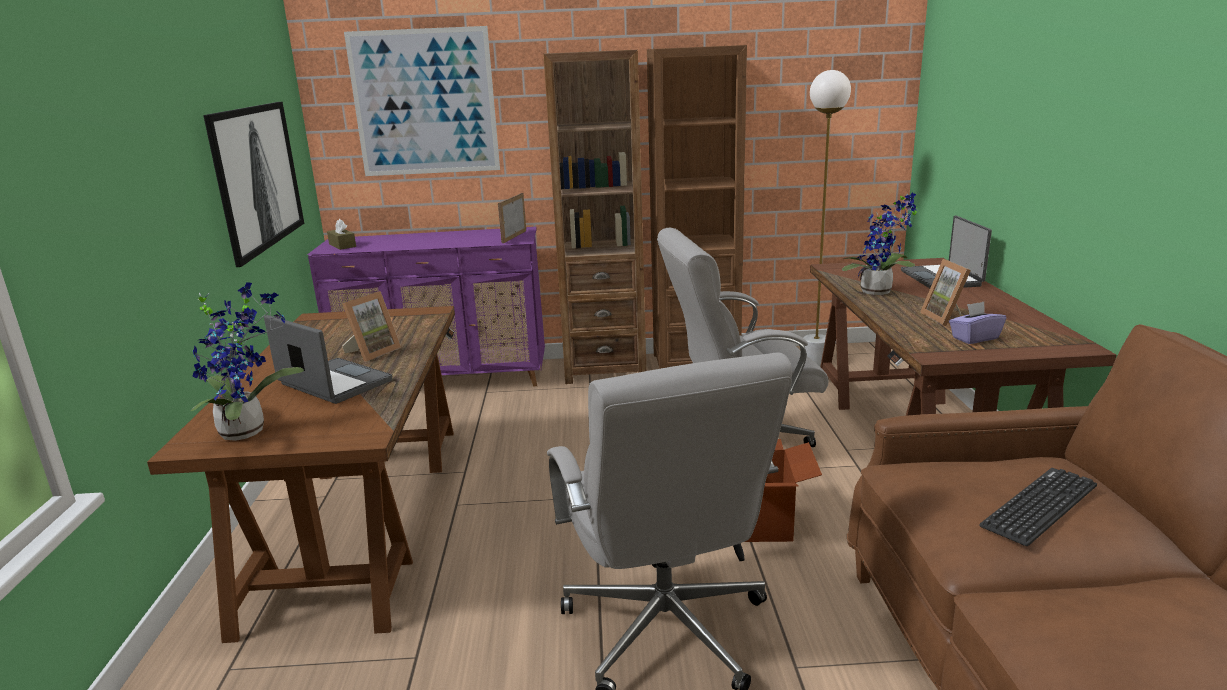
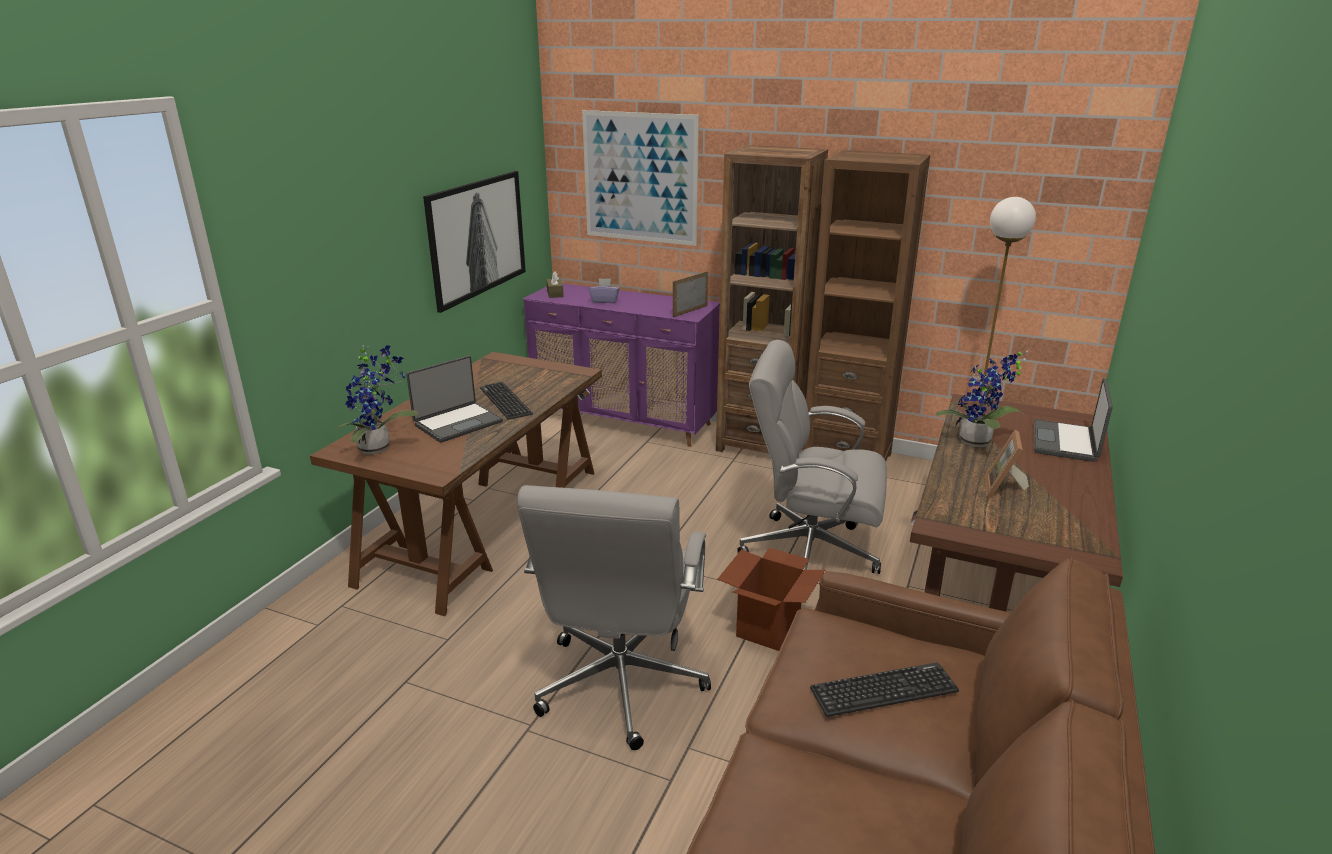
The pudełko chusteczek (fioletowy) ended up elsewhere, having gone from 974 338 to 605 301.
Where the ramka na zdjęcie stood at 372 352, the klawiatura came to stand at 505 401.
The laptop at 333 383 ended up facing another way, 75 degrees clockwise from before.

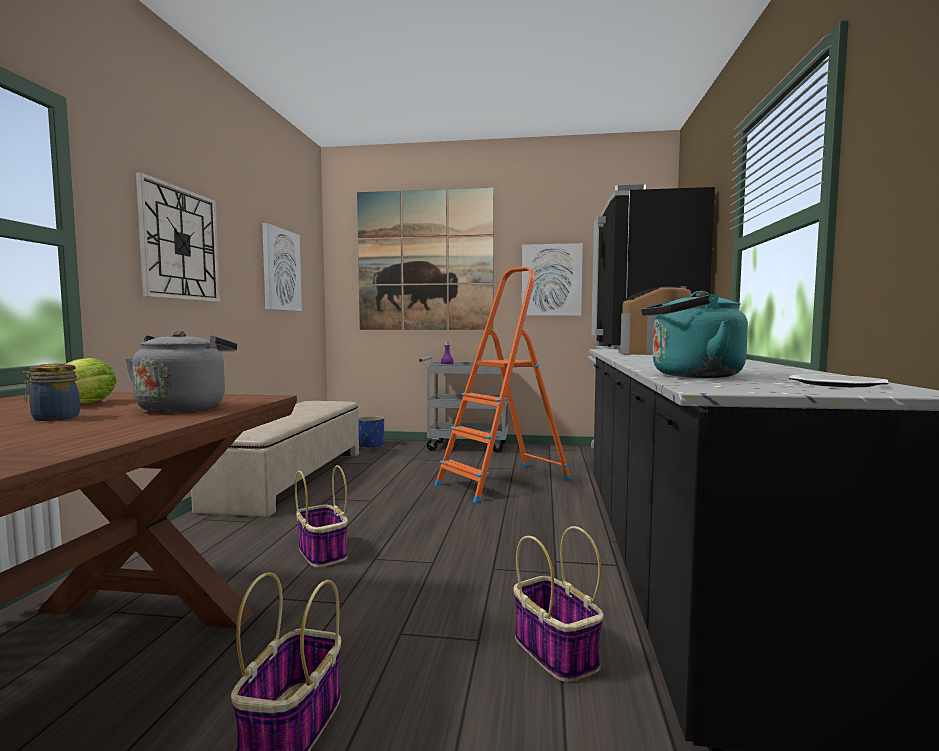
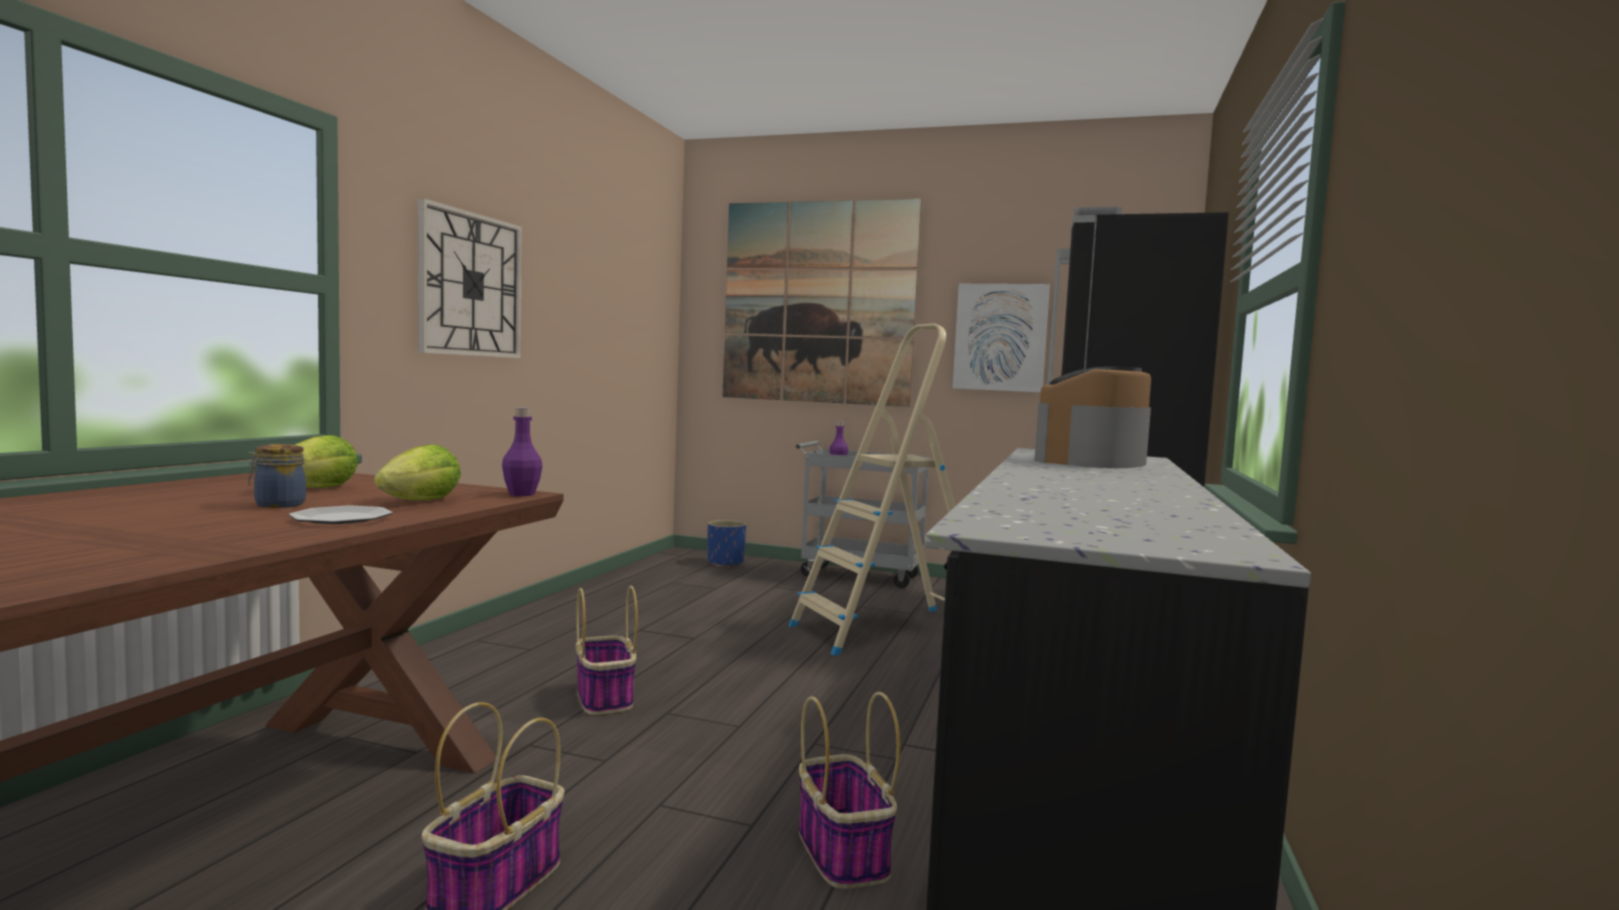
The second view lost the ławka (beżowy) at 291 478.
The second view lost the obraz at 281 270.
The second view lost the czajnik (turkusowy) at 690 376.
The second view gained the butelka (fioletowy) at 521 494.
The talerz ended up elsewhere, having gone from 837 384 to 342 519.
Where the czajnik (szary) stood at 184 408, the sałata came to stand at 421 502.
What was the drabinka (pomarańczowy) at 503 482 turned into the drabinka (beżowy) at 887 630.

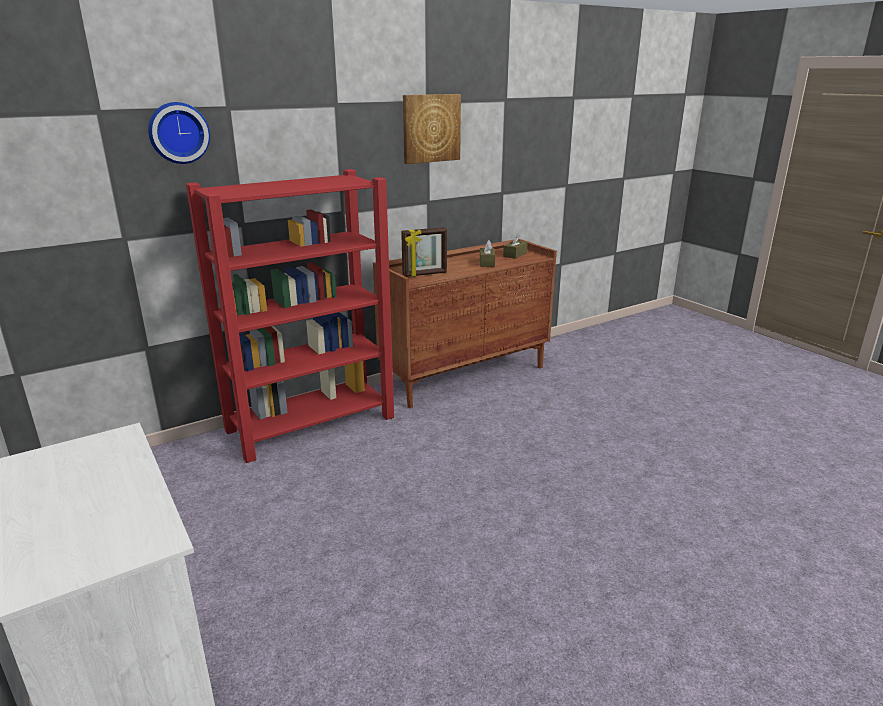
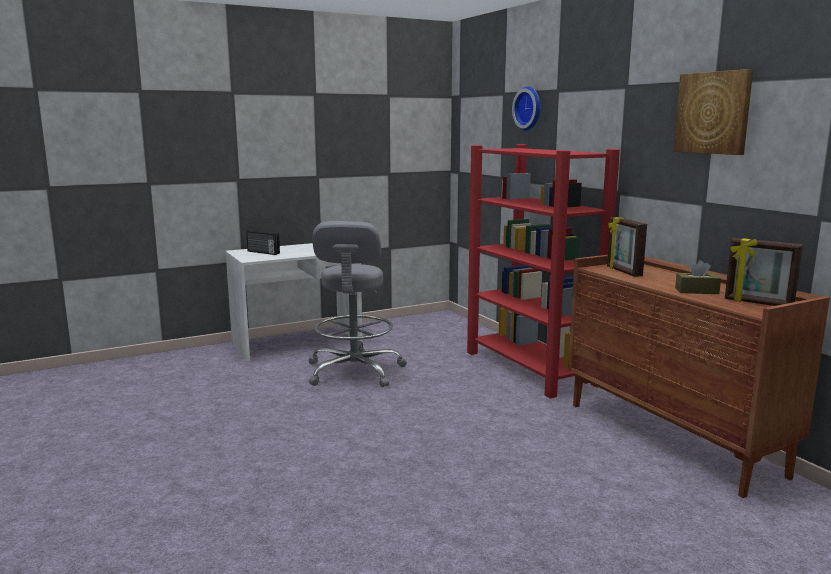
The second view gained the radio at 263 252.
The second view gained the stołek (szary) at 354 372.
Where the pudełko chusteczek (brązowy) stood at 515 254, the ramka na zdjęcie came to stand at 758 303.

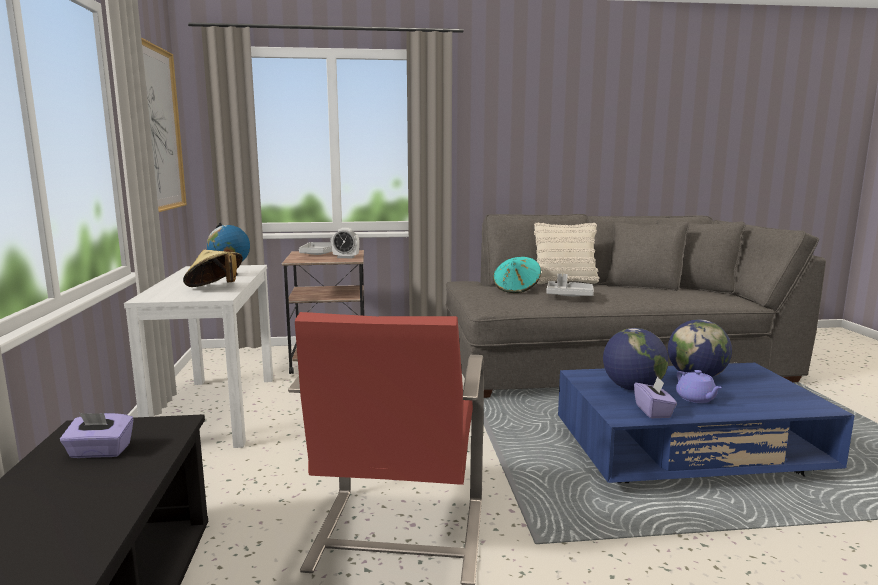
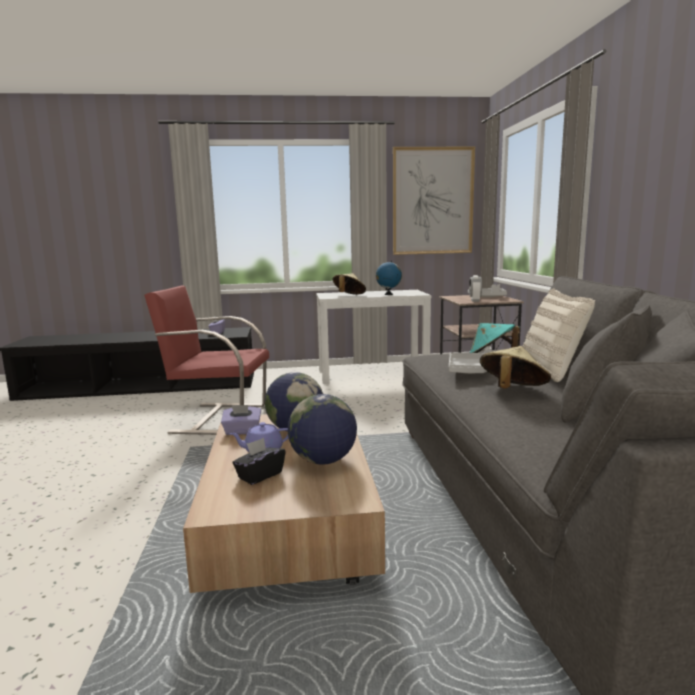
The second view gained the pudełko chusteczek (czarny) at 260 475.
The second view gained the kapelusz (beżowy) at 512 391.
What was the ława (niebieski) at 687 453 turned into the ława (brązowy) at 289 519.

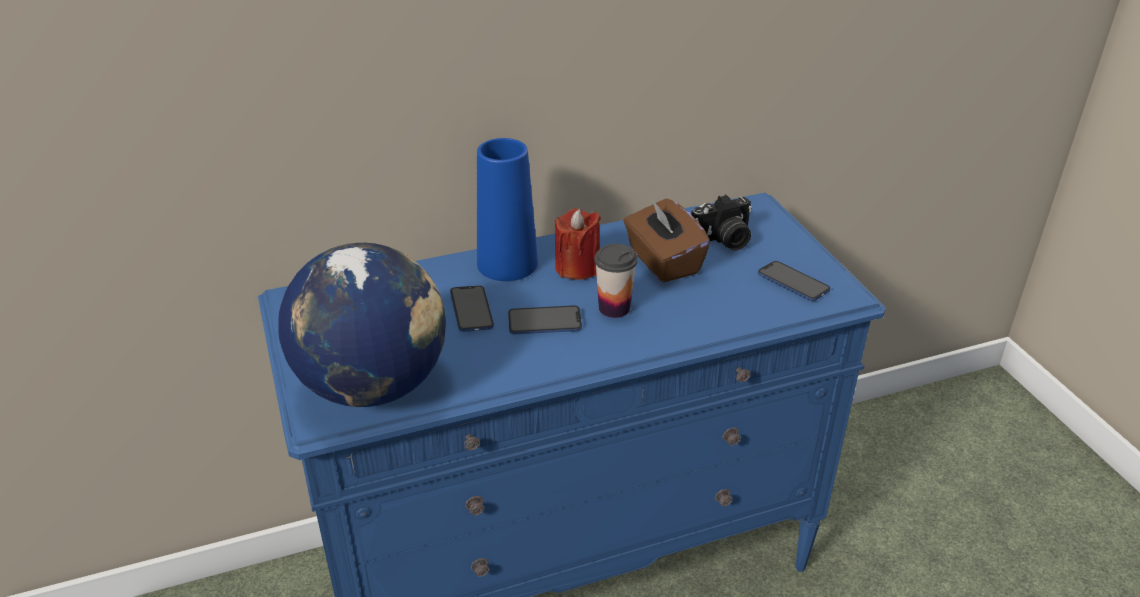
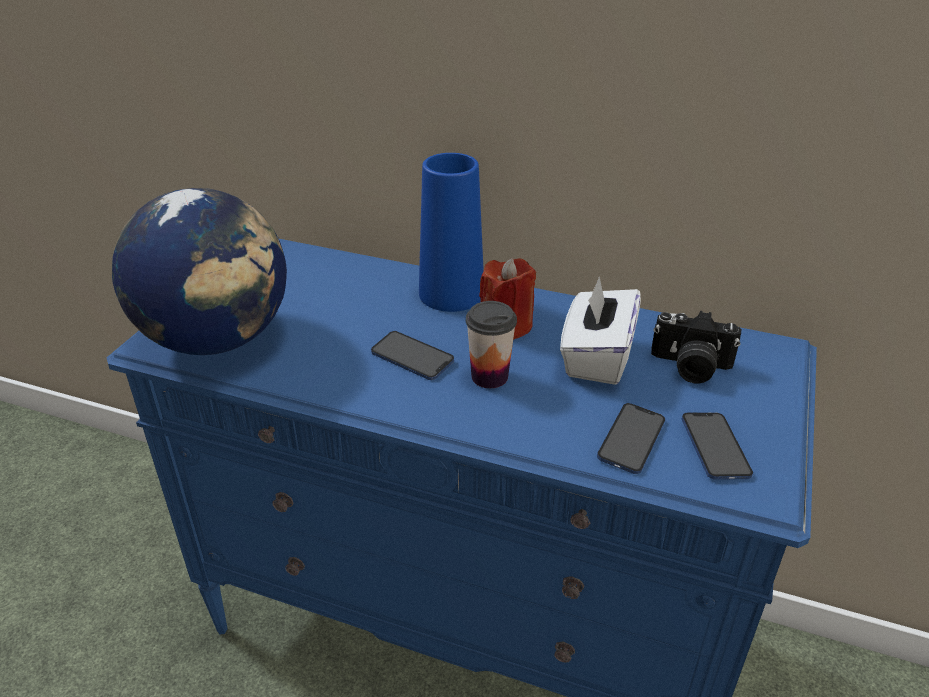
The telefon ended up elsewhere, having gone from 471 310 to 631 440.
What was the pudełko chusteczek (brązowy) at 663 262 turned into the pudełko chusteczek (biały) at 596 357.

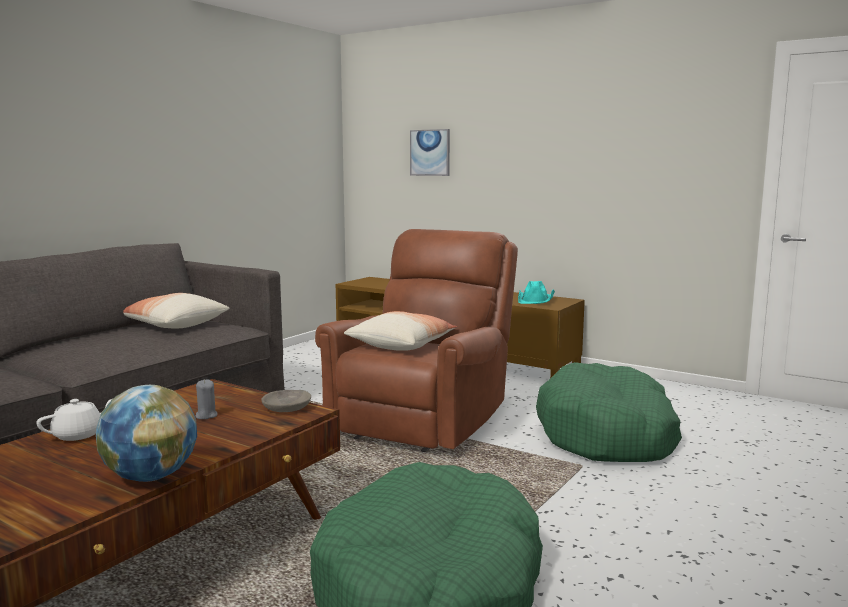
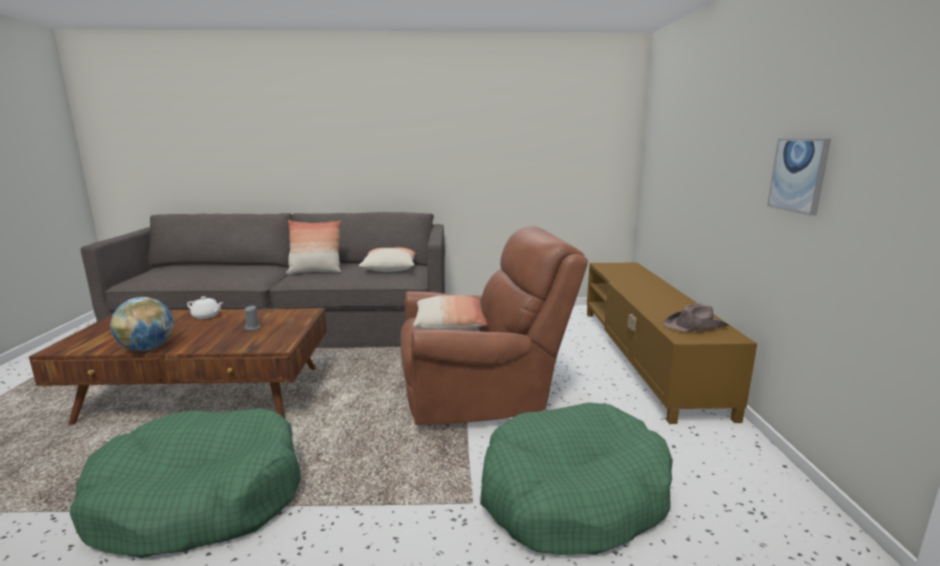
The second view lost the miska (szary) at 287 407.
The second view gained the poduszka at 315 272.
The obraz ended up elsewhere, having gone from 430 152 to 798 175.
What was the kapelusz (turkusowy) at 536 300 turned into the kapelusz (brązowy) at 696 326.

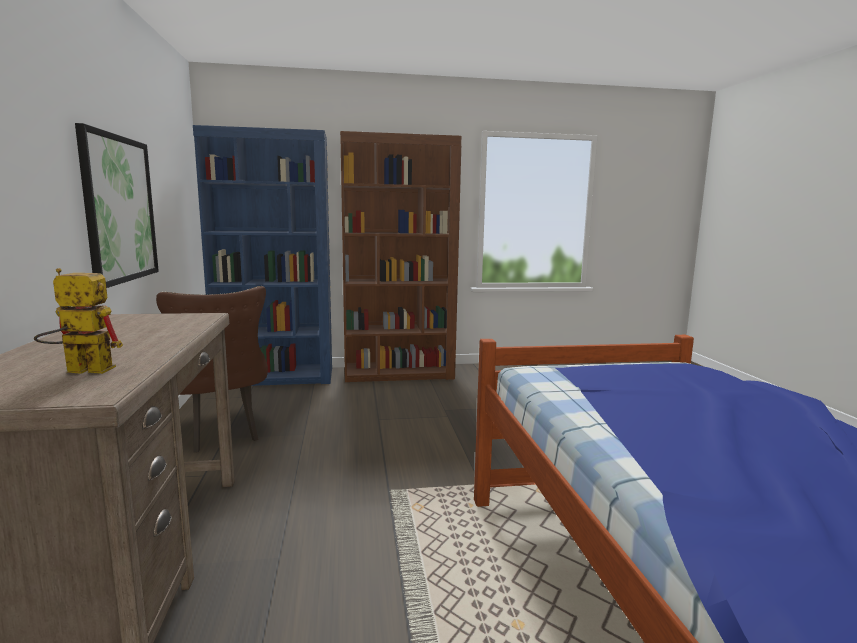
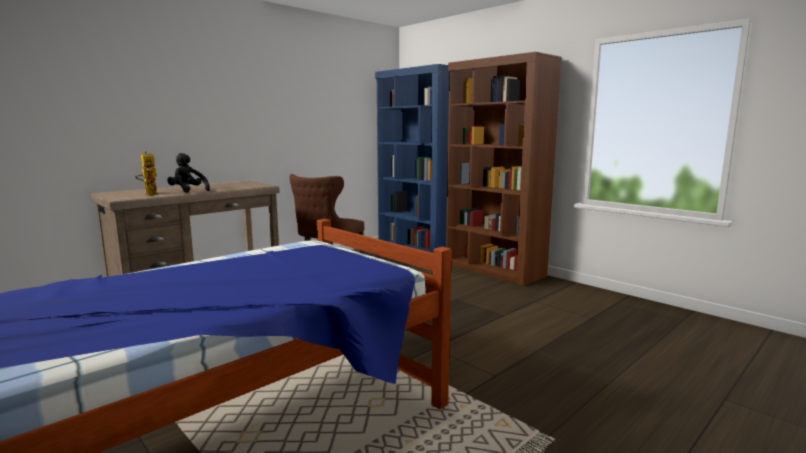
The second view lost the obraz at 119 209.
The second view gained the pluszak (czarny) at 188 191.

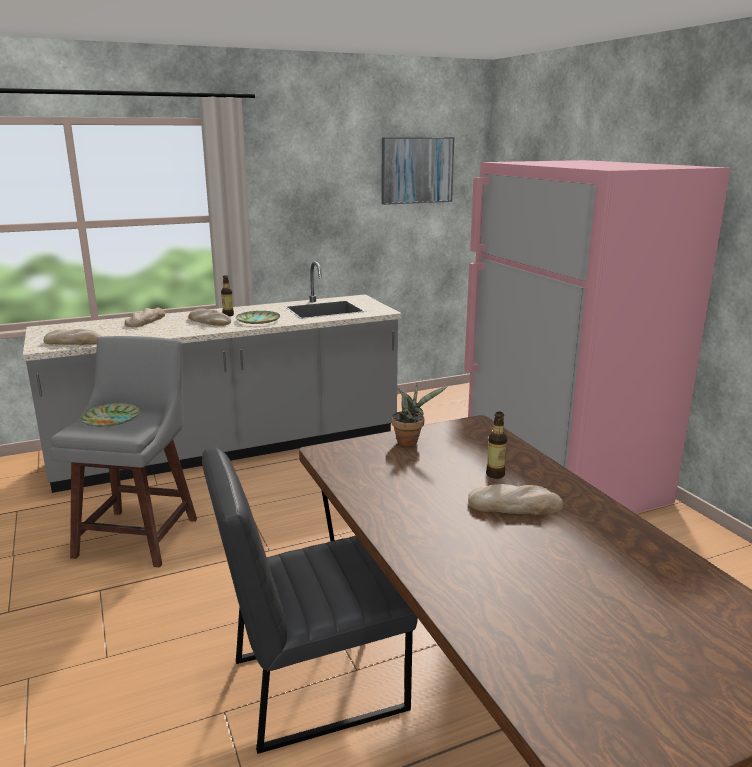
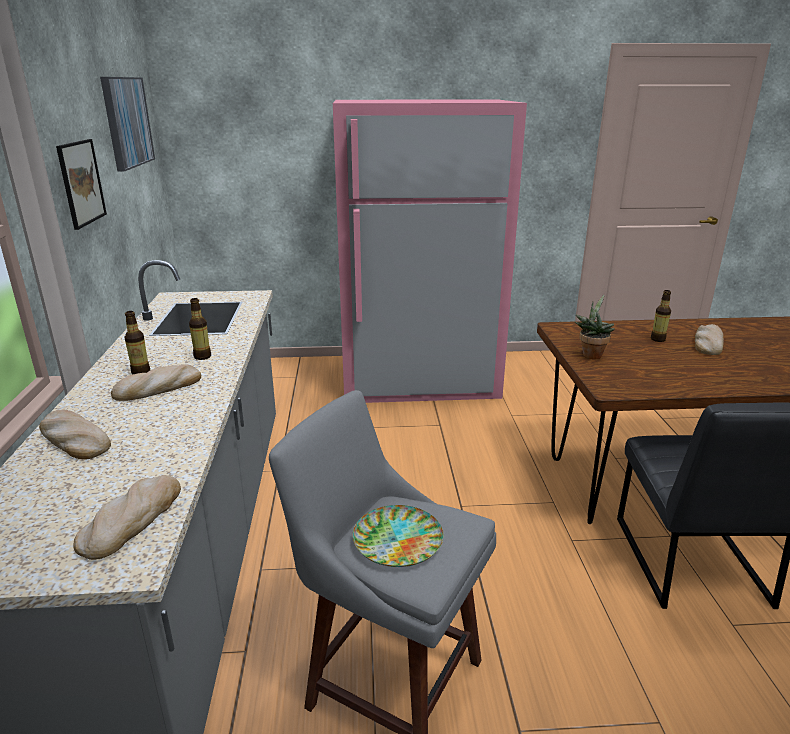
The second view gained the obraz at 81 183.
Where the talerz stood at 257 320, the butelka came to stand at 202 356.

